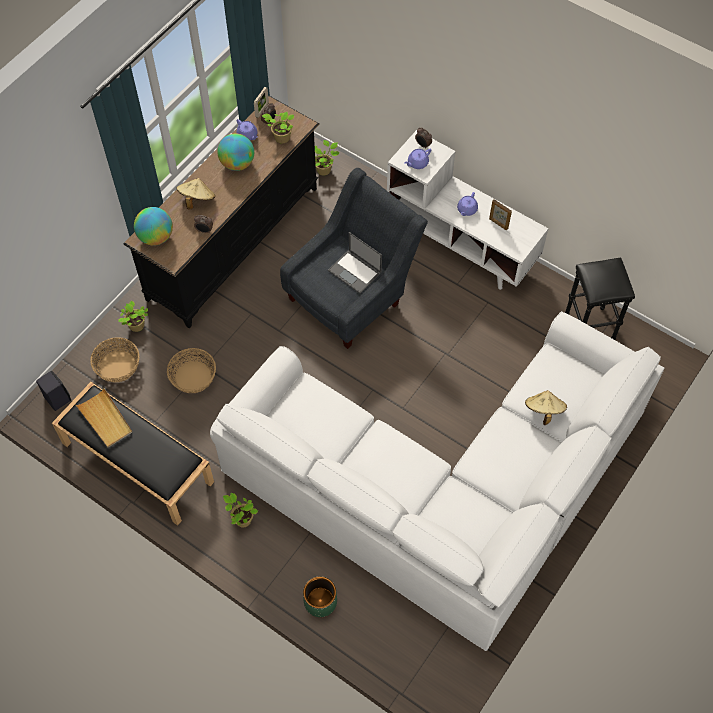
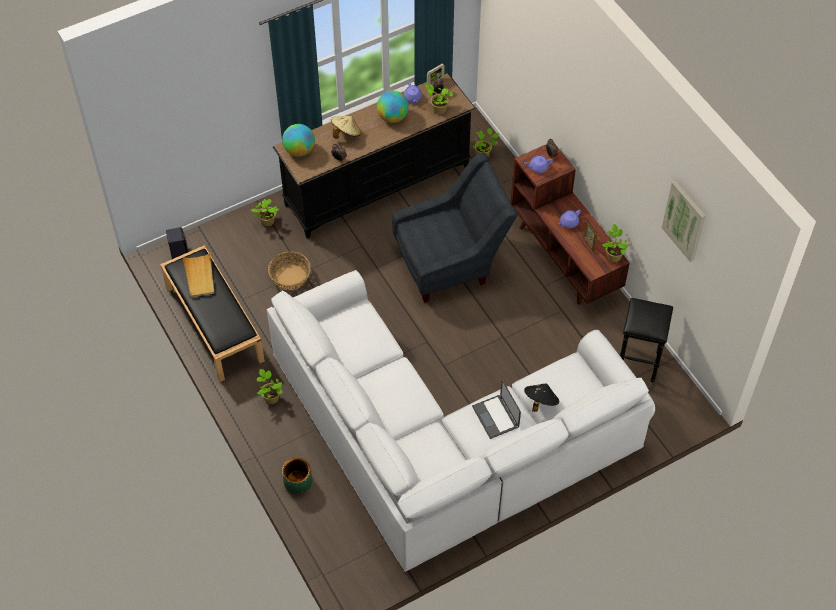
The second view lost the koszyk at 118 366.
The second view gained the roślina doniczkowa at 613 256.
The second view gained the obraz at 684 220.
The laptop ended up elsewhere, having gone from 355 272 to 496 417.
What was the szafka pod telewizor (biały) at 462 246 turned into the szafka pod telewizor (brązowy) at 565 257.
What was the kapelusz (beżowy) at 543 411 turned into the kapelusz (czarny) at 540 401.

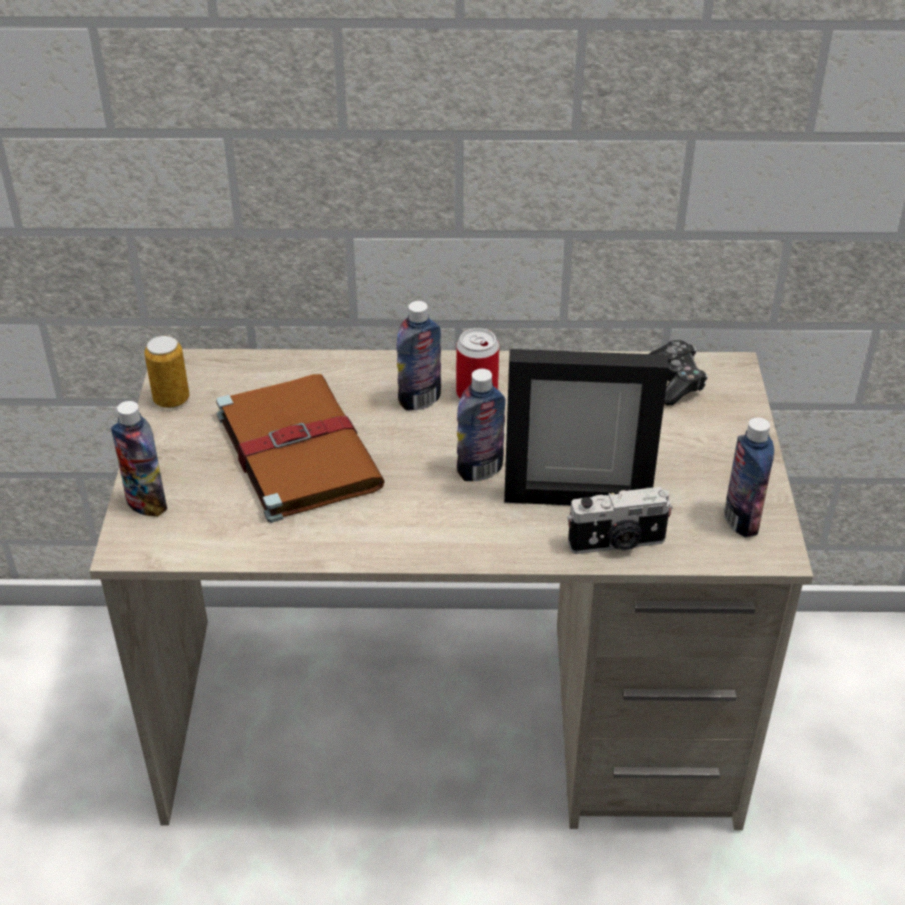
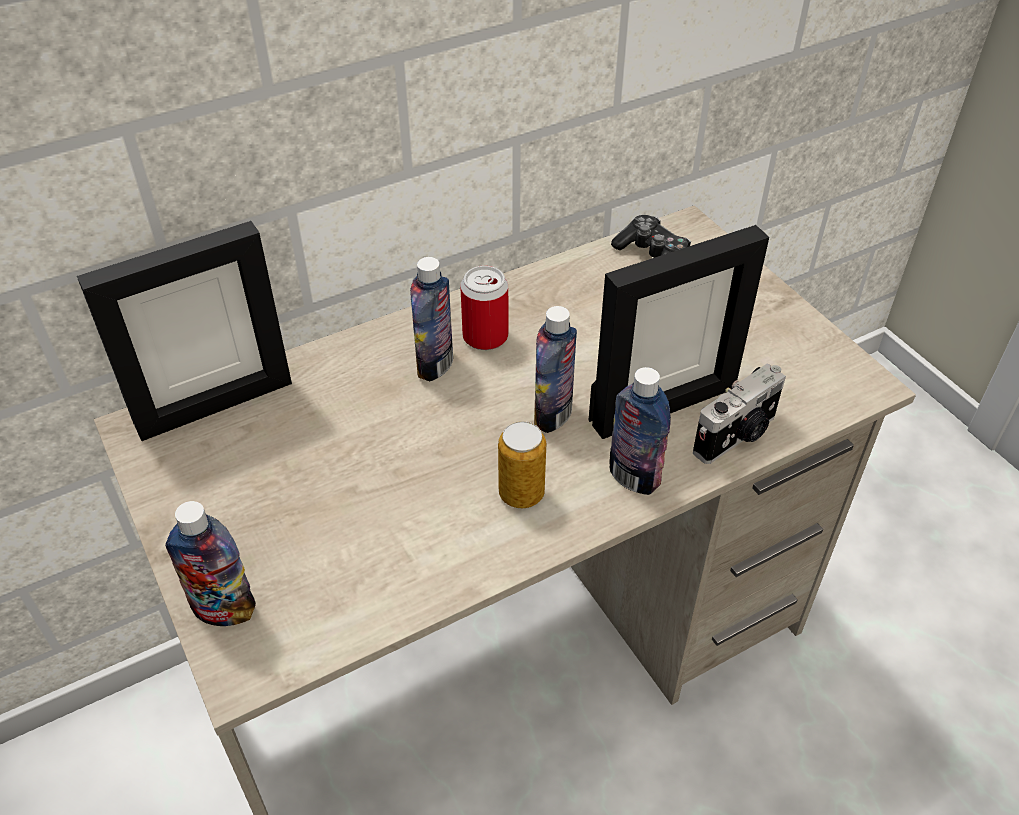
The second view lost the książka (brązowy) at 296 449.
The second view gained the ramka na zdjęcie at 214 403.
The puszka ended up elsewhere, having gone from 171 399 to 521 493.
The butelka ended up elsewhere, having gone from 741 521 to 633 477.

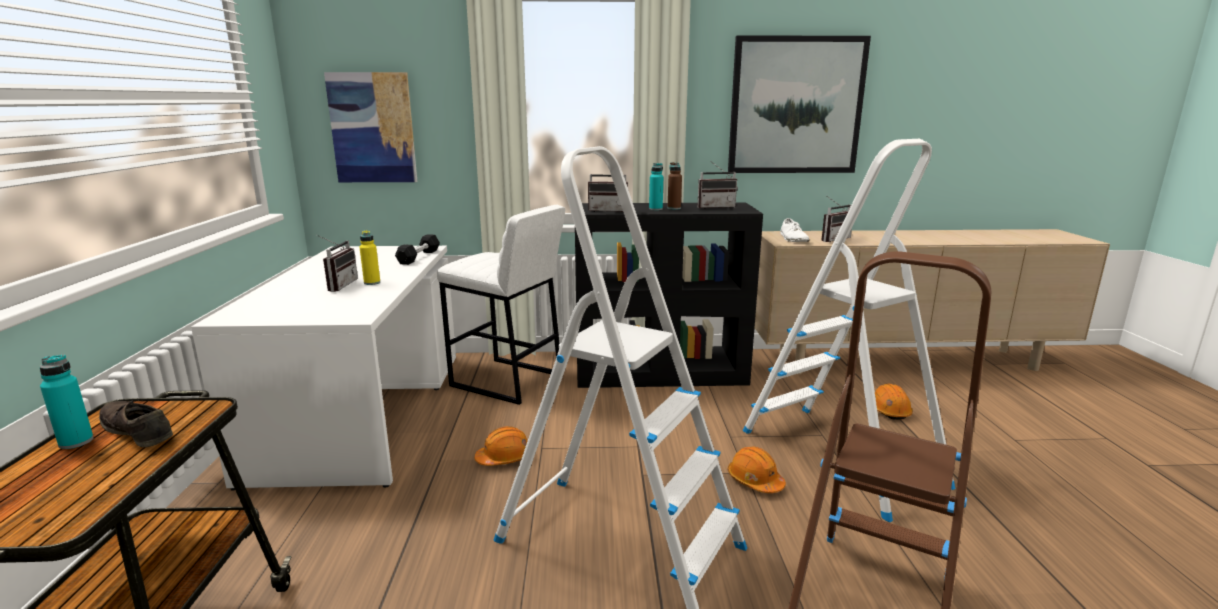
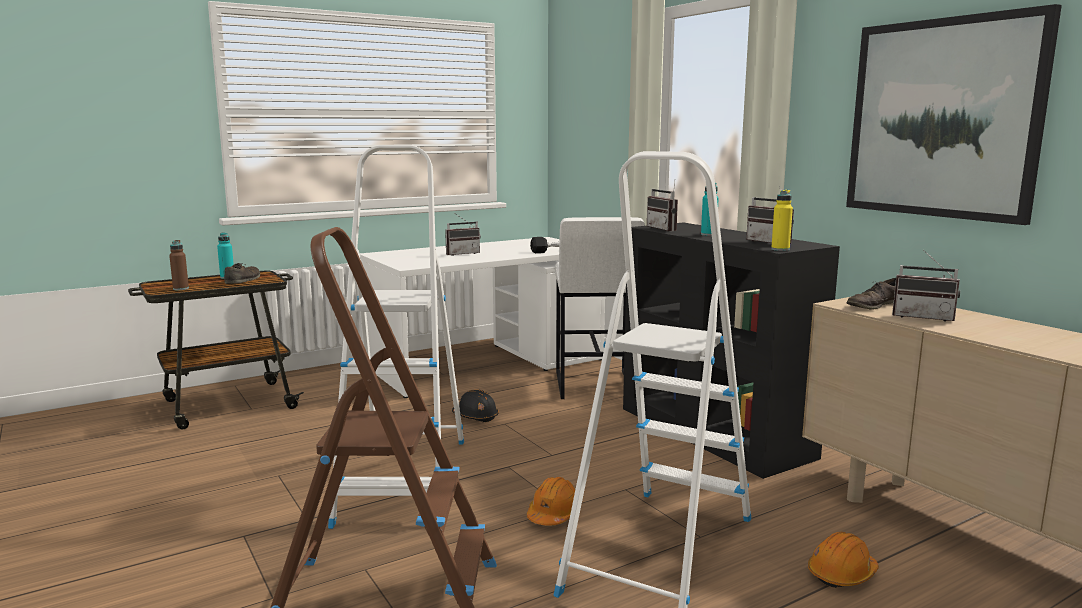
The second view lost the obraz at 372 128.
The butelka (żółty) ended up elsewhere, having gone from 372 283 to 780 249.
The butelka (brązowy) ended up elsewhere, having gone from 674 208 to 181 289.
What was the kask (pomarańczowy) at 504 458 turned into the kask (czarny) at 475 416.
What was the but (biały) at 793 239 turned into the but (brązowy) at 873 305.

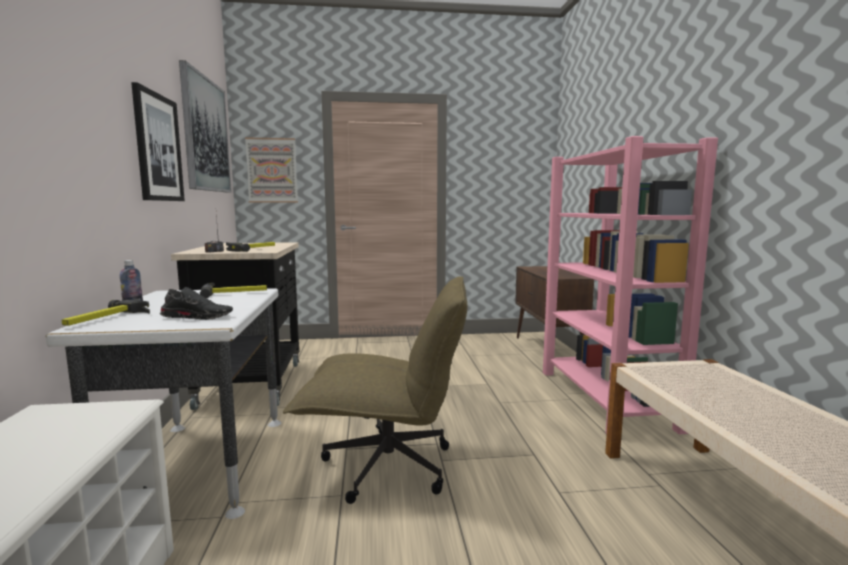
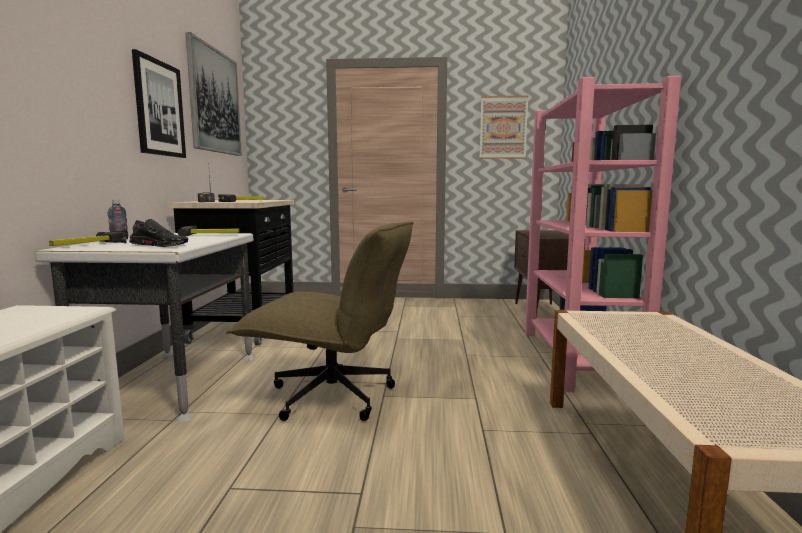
The obraz ended up elsewhere, having gone from 272 170 to 503 127.

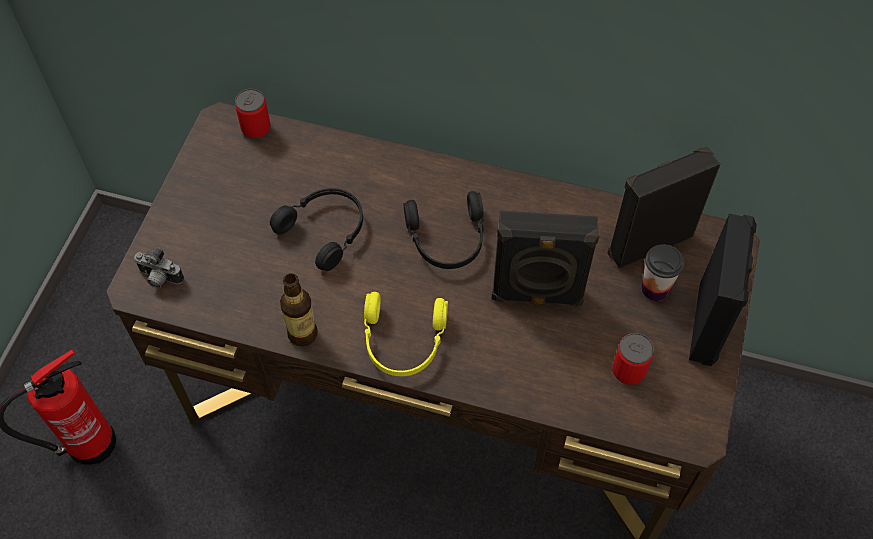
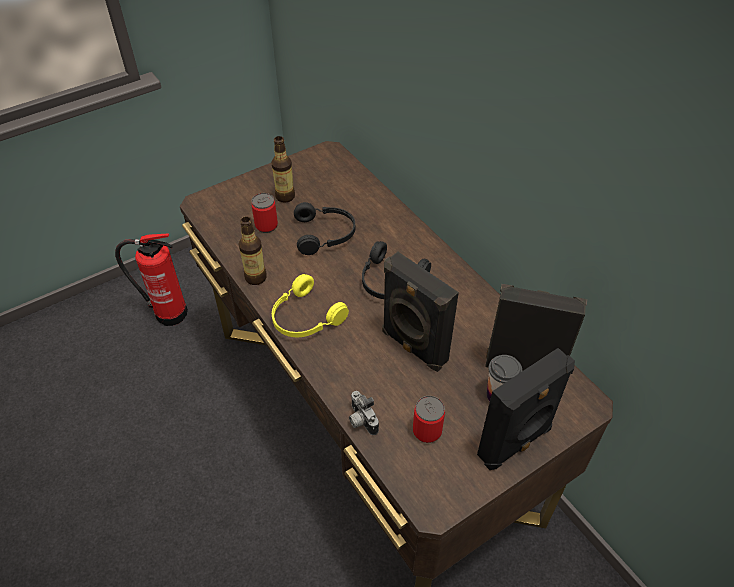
The second view gained the butelka at 285 196.
The aparat fotograficzny ended up elsewhere, having gone from 159 279 to 360 421.
The puszka ended up elsewhere, having gone from 256 128 to 266 226.

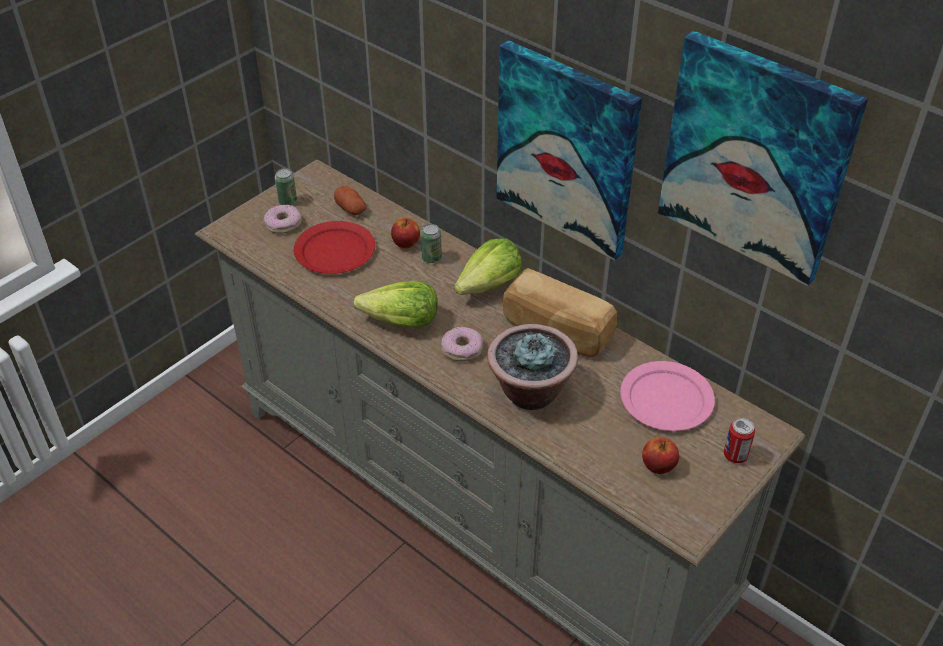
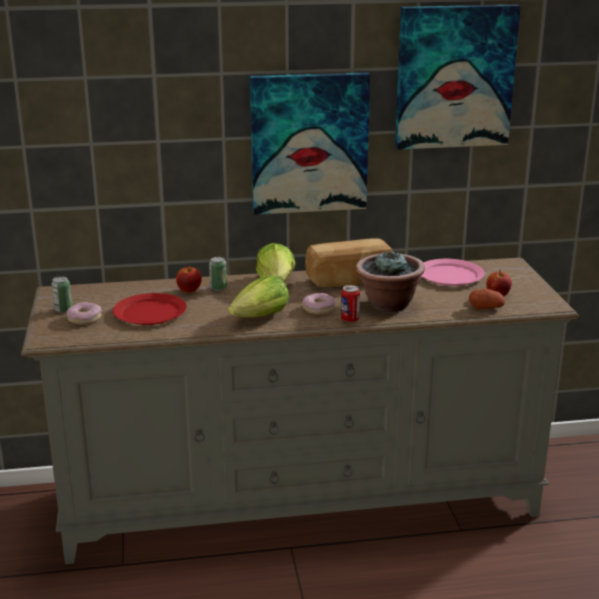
The ziemniak ended up elsewhere, having gone from 351 209 to 486 308.
The puszka ended up elsewhere, having gone from 735 455 to 349 320.

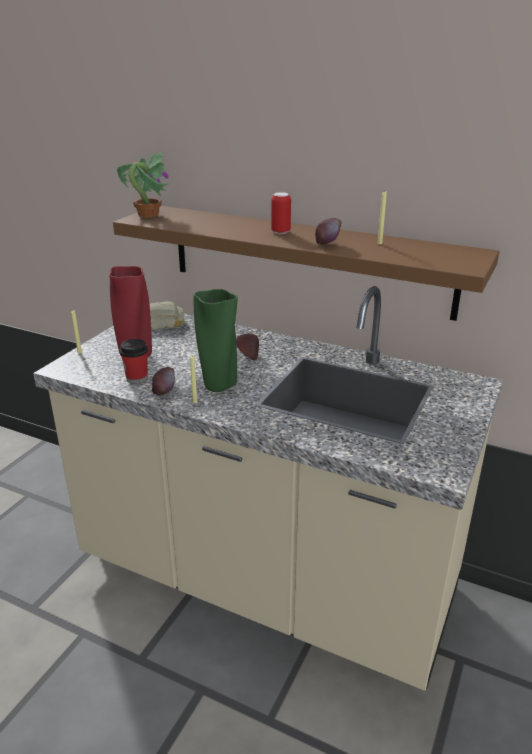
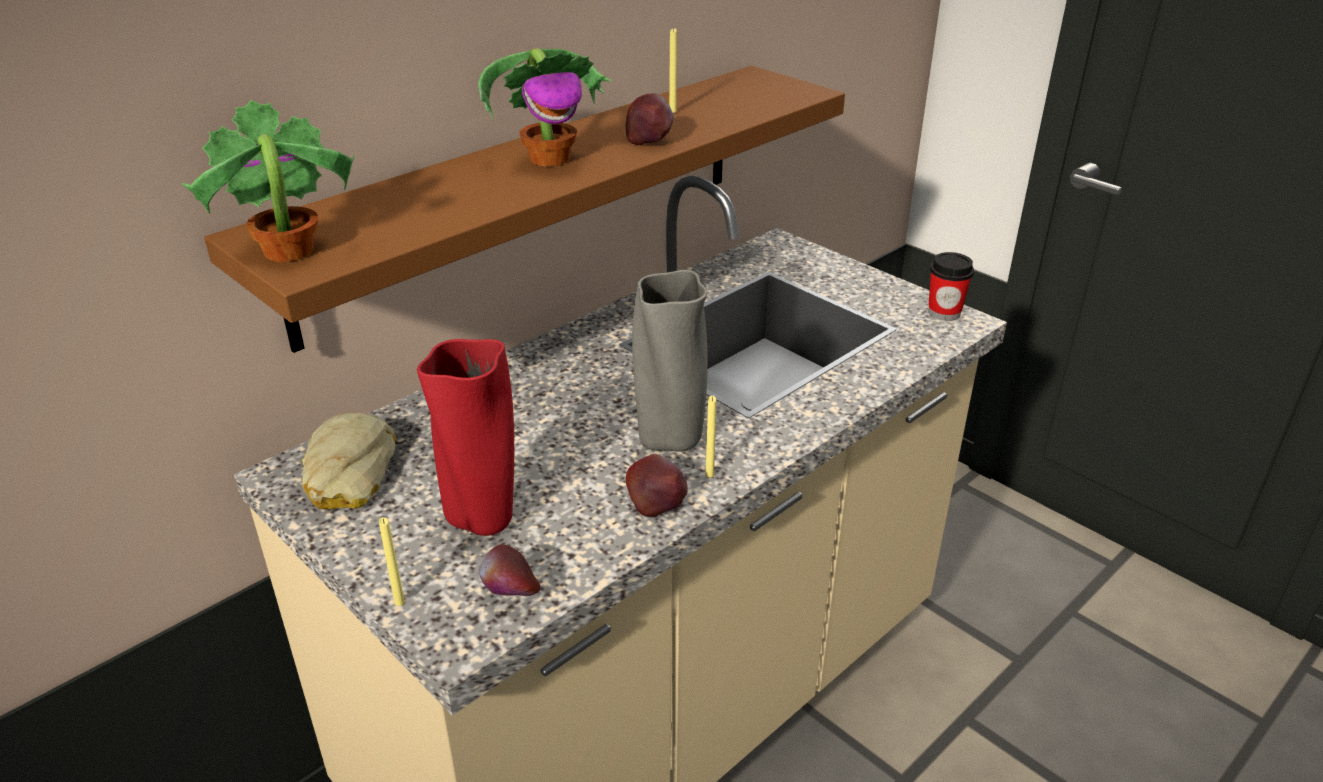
The filiżanka ended up elsewhere, having gone from 137 378 to 944 312.
The jabłko ended up elsewhere, having gone from 247 357 to 512 596.
Where the puszka stood at 280 232, the roślina doniczkowa came to stand at 551 158.
What was the wazon (zielony) at 218 386 turned into the wazon (szary) at 669 441.

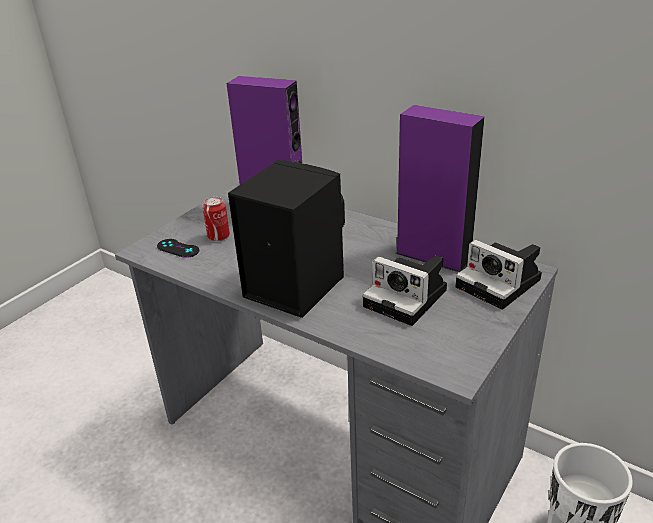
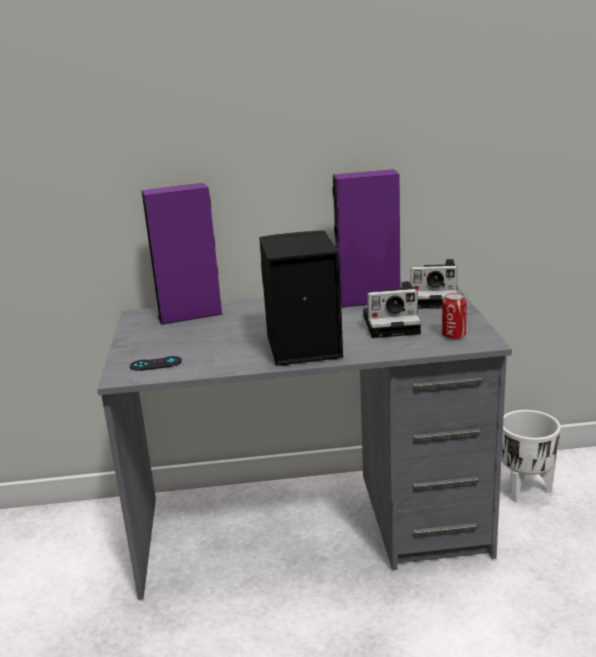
The puszka ended up elsewhere, having gone from 218 237 to 453 336.

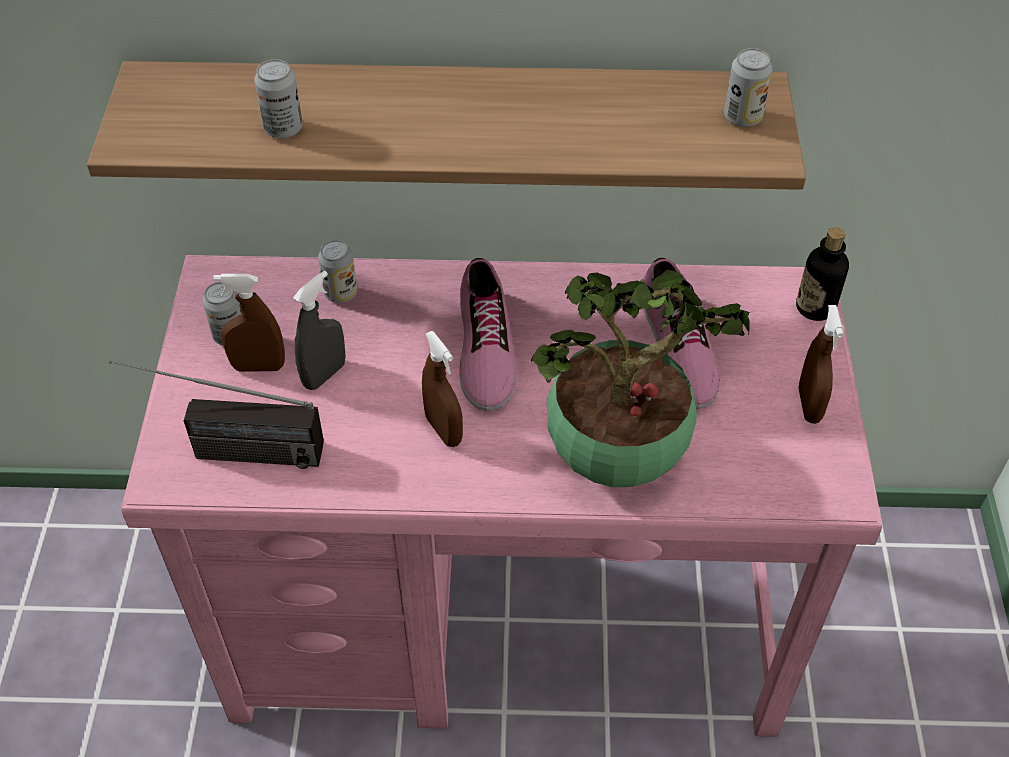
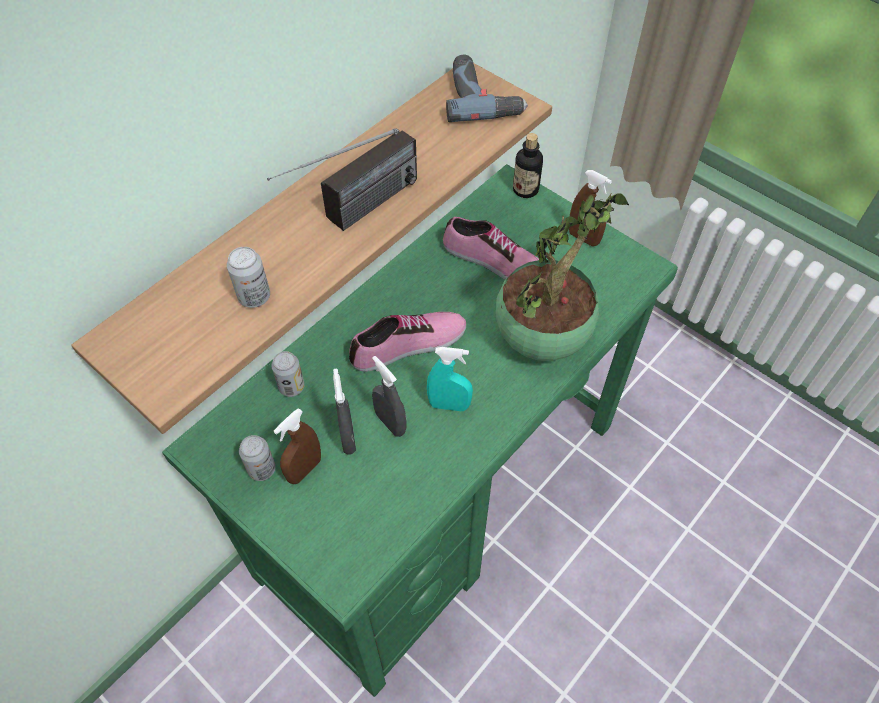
The second view gained the spryskiwacz (szary) at 390 423.
The radio ended up elsewhere, having gone from 226 451 to 354 214.
Where the puszka stood at 742 117, the wiertarka came to stand at 482 97.
What was the biurko (różowy) at 506 615 turned into the biurko (zielony) at 439 495.
What was the spryskiwacz (brązowy) at 443 430 turned into the spryskiwacz (turkusowy) at 449 405.
The but at 483 348 ended up facing another way, 60 degrees counterclockwise from before.

